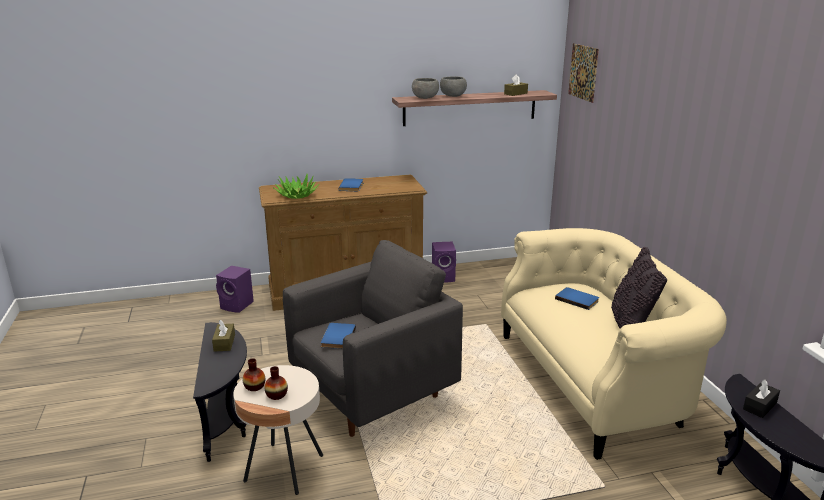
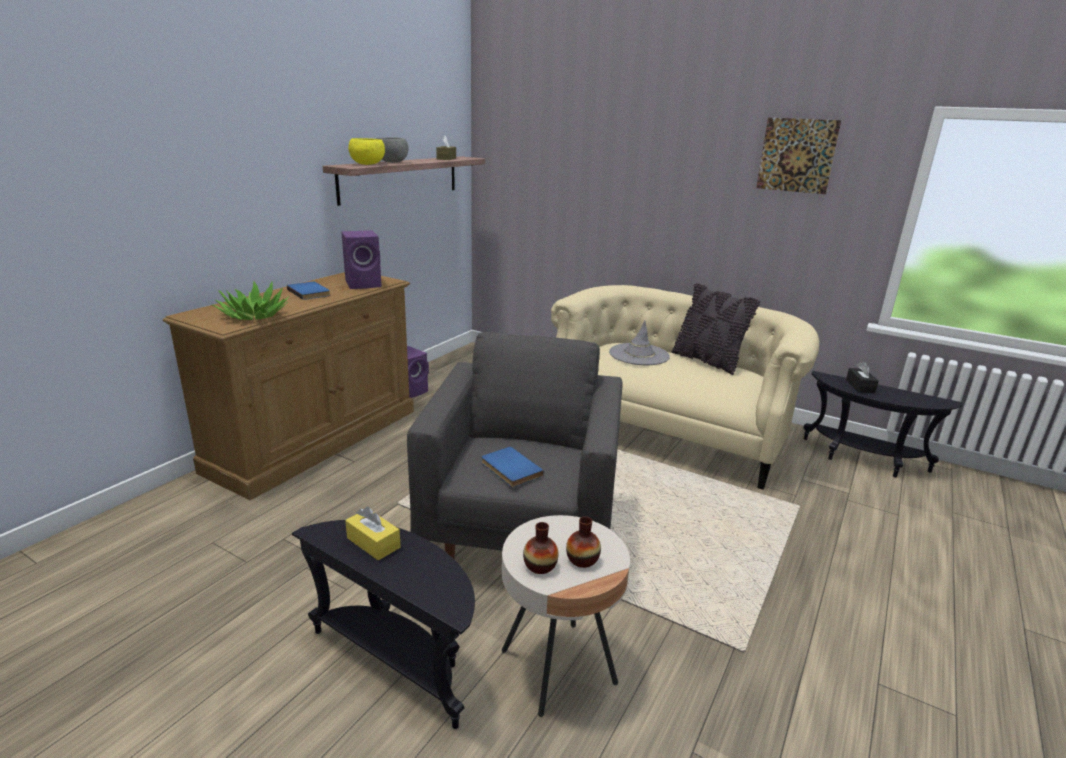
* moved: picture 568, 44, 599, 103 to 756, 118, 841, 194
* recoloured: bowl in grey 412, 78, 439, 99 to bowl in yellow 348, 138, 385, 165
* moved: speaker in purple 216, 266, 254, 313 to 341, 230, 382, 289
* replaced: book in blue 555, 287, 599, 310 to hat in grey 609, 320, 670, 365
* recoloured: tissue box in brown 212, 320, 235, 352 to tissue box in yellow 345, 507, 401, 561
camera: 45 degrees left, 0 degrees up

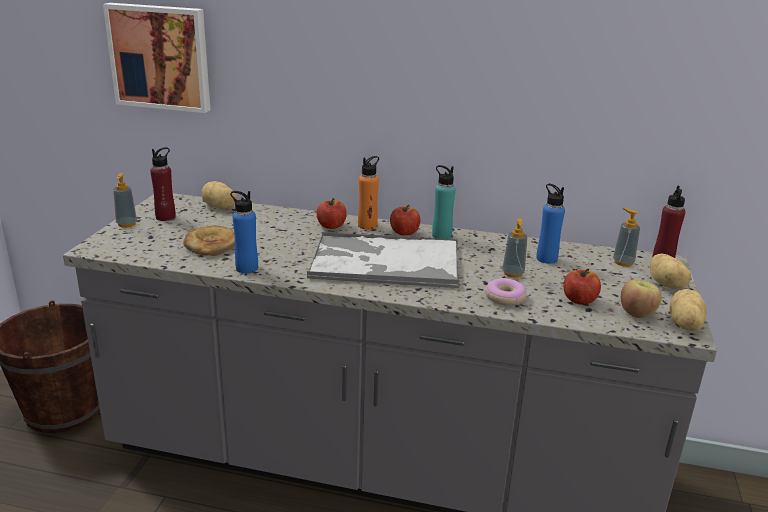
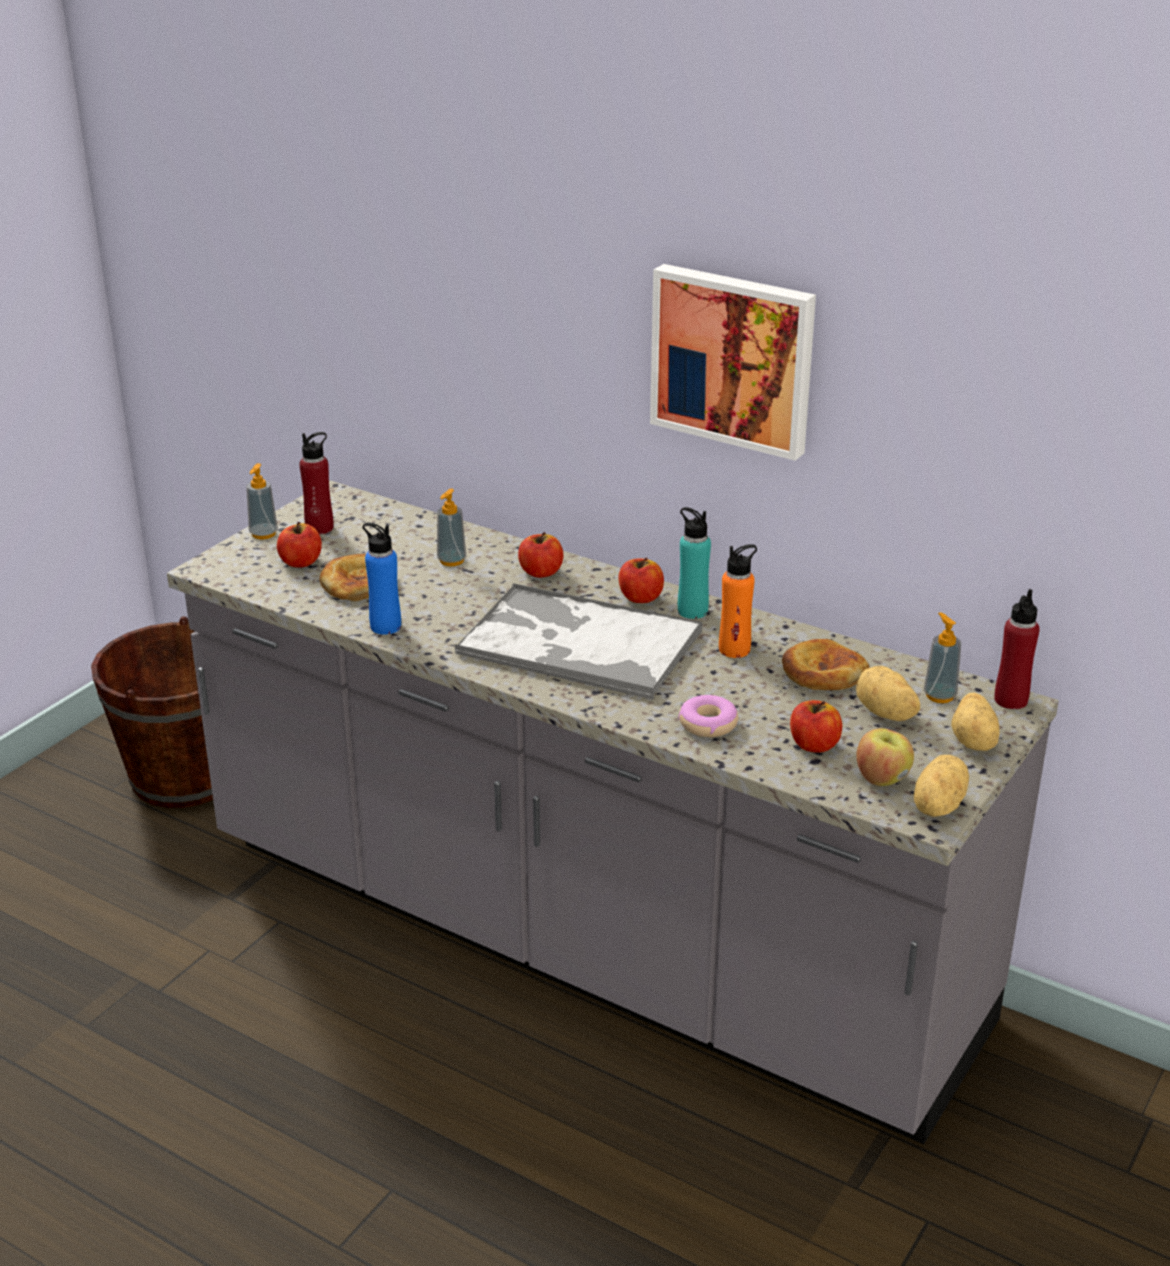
* moved: picture 103, 3, 210, 113 to 650, 264, 816, 461
* moved: bottle in orange 358, 156, 379, 230 to 719, 544, 757, 658
* moved: potato 201, 181, 237, 209 to 856, 666, 920, 721
* replaced: bottle in blue 536, 184, 565, 264 to bread 782, 639, 869, 690
* moved: soap dispenser 502, 218, 528, 278 to 437, 489, 466, 566
* added: apple 277, 522, 322, 568
camera: 20 degrees right, 5 degrees up

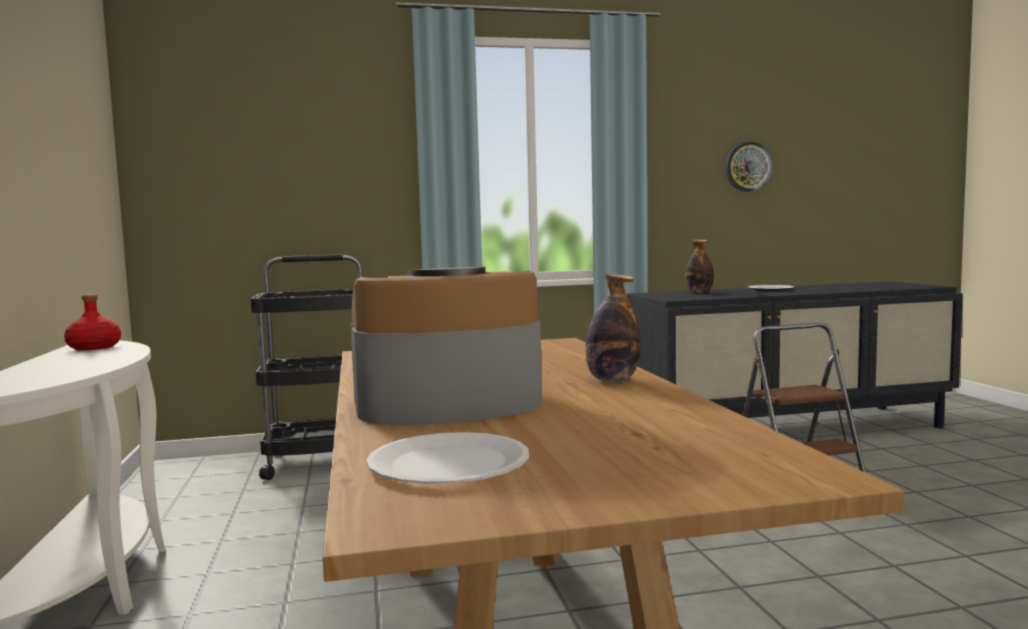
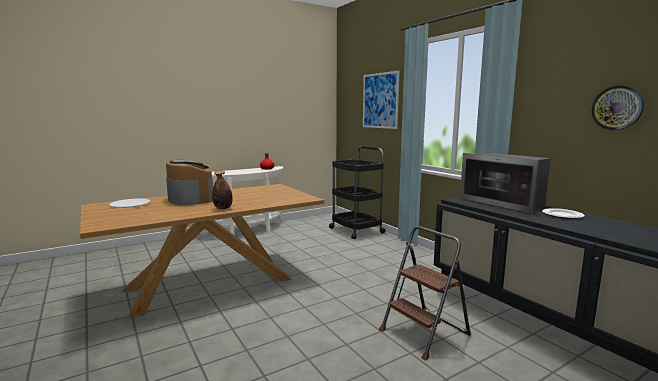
* replaced: bottle 685, 239, 714, 294 to microwave 460, 153, 551, 214
* added: picture 363, 70, 399, 129
camera: 70 degrees right, 5 degrees up

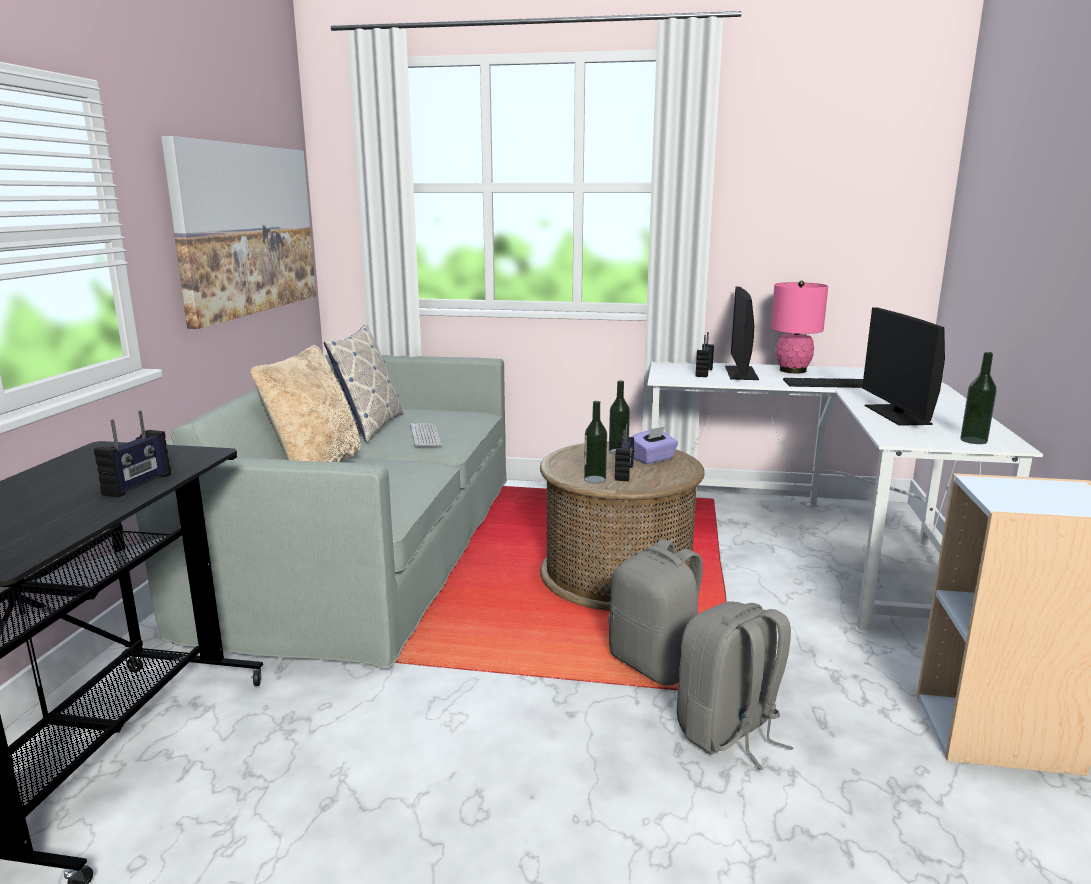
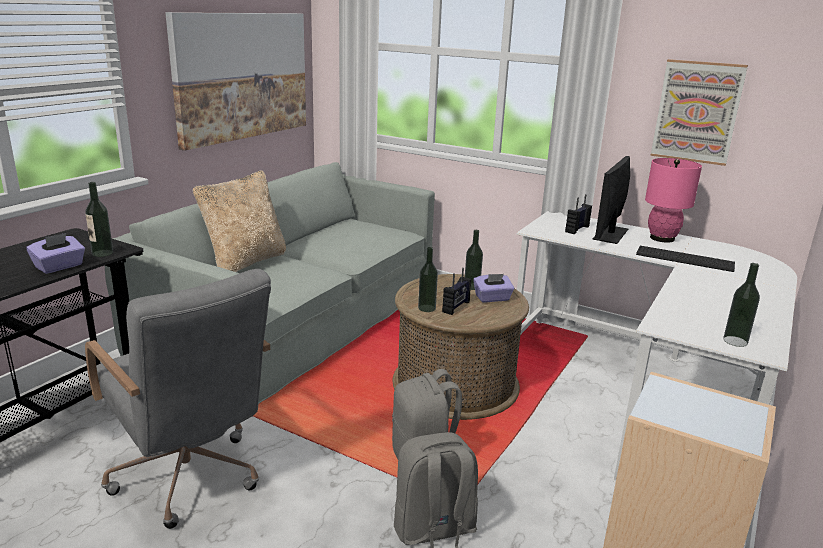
* removed: monitor 862, 307, 945, 426
* removed: pillow 323, 324, 403, 442
* replaced: radio 94, 411, 171, 498 to tissue box in purple 26, 233, 85, 274
* removed: keyboard 410, 423, 442, 446
* added: picture 650, 59, 748, 166
* added: bottle 85, 182, 113, 257
* added: office chair in grey 85, 269, 271, 529
camera: 20 degrees right, 5 degrees up

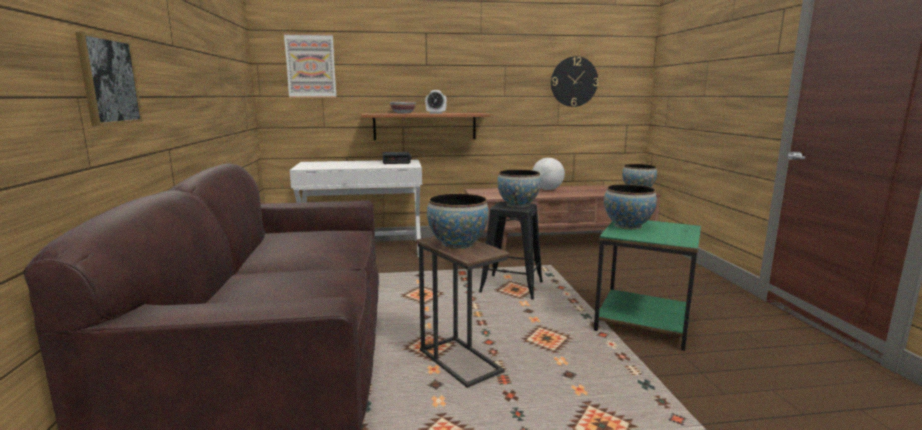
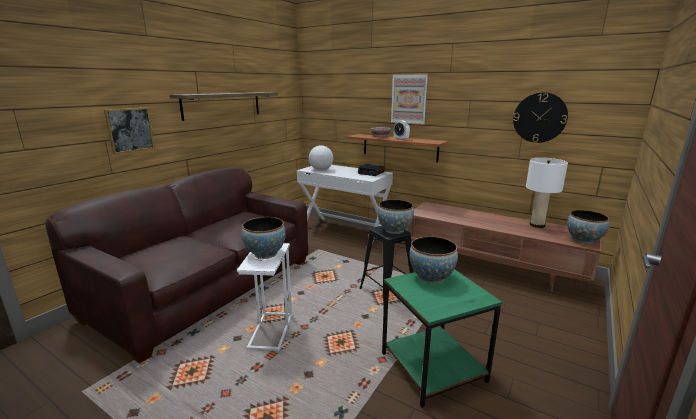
* moved: picture 284, 33, 337, 98 to 391, 73, 428, 125
* moved: globe 533, 158, 565, 190 to 309, 145, 333, 170
* recoloured: side table in brown 416, 236, 509, 388 to side table in white 237, 243, 293, 351
* added: shelf 170, 92, 278, 121
* added: table lamp in white 526, 158, 568, 228
camera: 40 degrees right, 5 degrees up

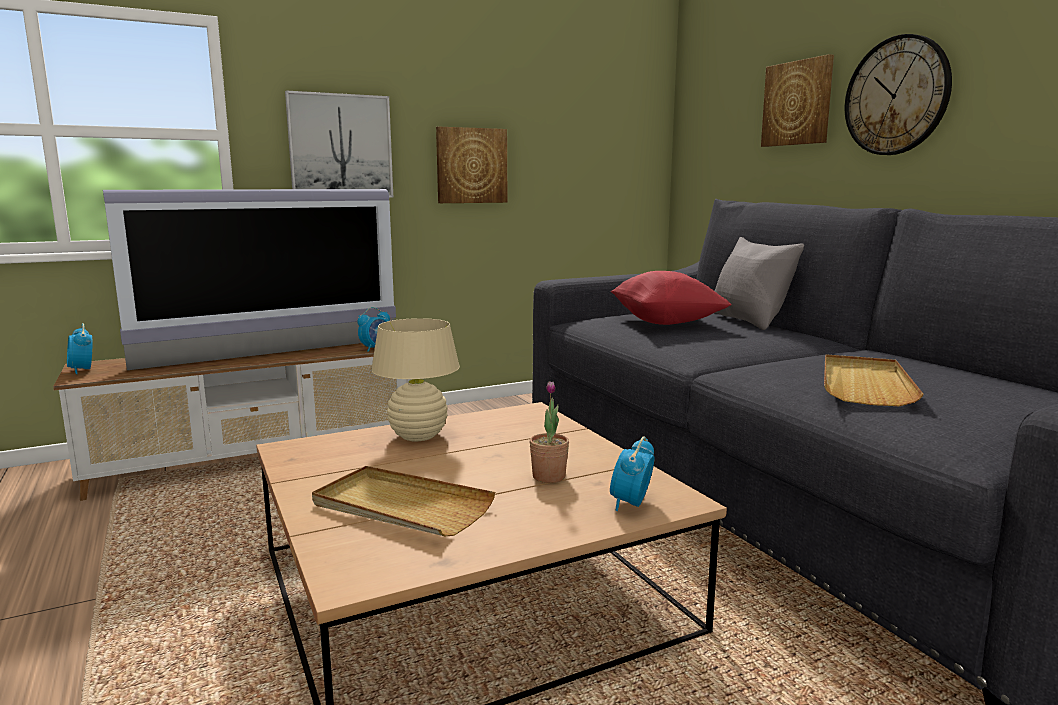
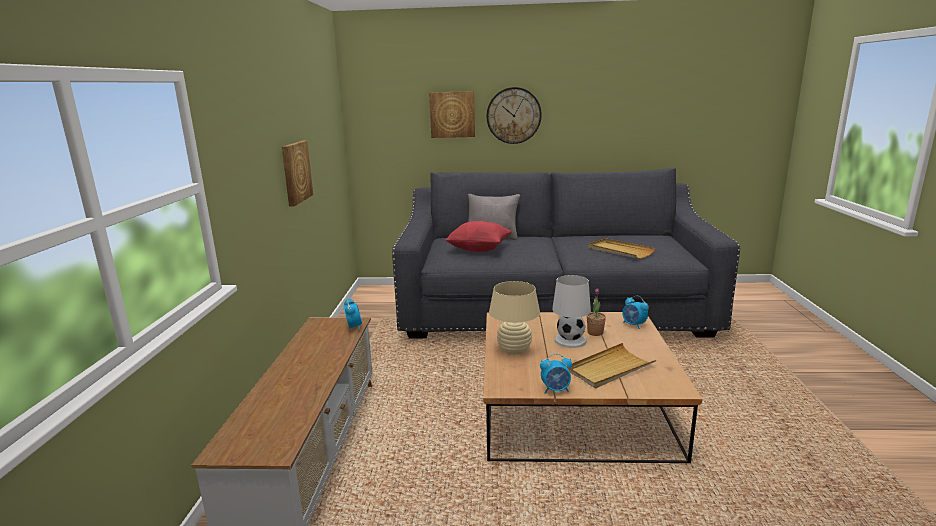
* removed: picture 285, 90, 393, 197
* removed: television 103, 189, 396, 370
* moved: alarm clock 67, 323, 92, 374 to 540, 353, 572, 393
* added: table lamp in white 552, 275, 591, 348
camera: 60 degrees left, 5 degrees up

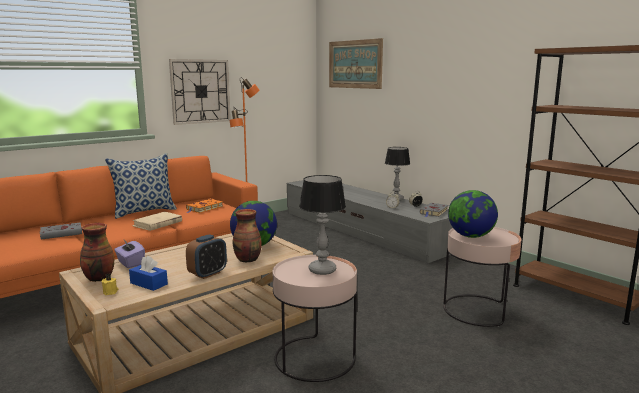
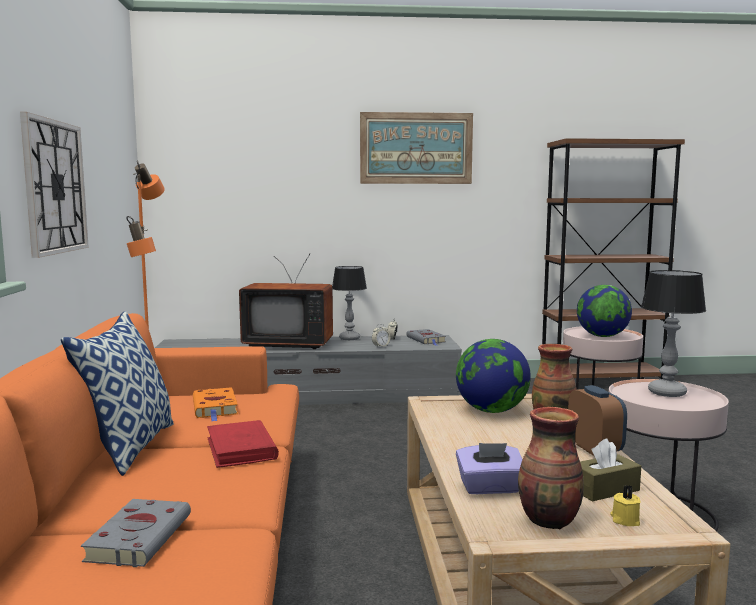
* moved: picture 329, 38, 383, 89 to 360, 112, 473, 184
* recoloured: book in beige 132, 212, 182, 231 to book in red 207, 420, 279, 468
* recoloured: tissue box in blue 129, 256, 168, 291 to tissue box in brown 580, 438, 641, 501
* added: television 239, 253, 333, 349
camera: 55 degrees left, 5 degrees down

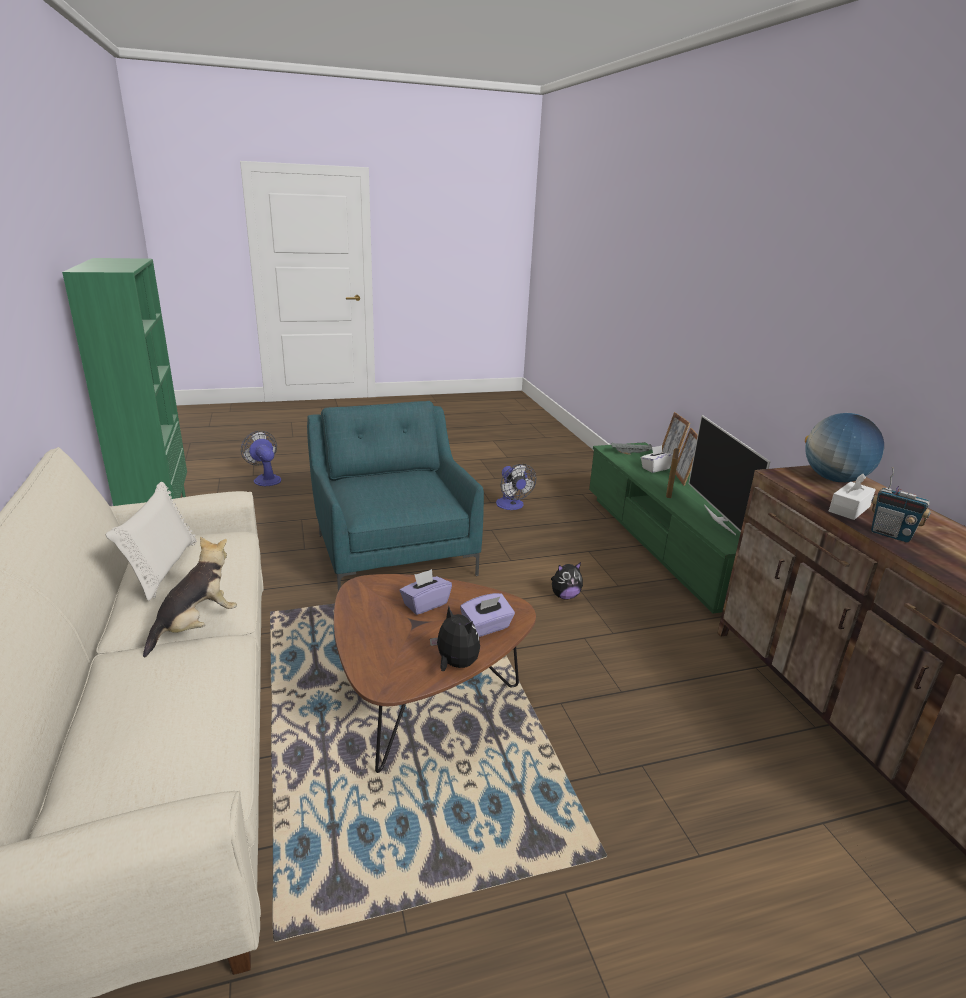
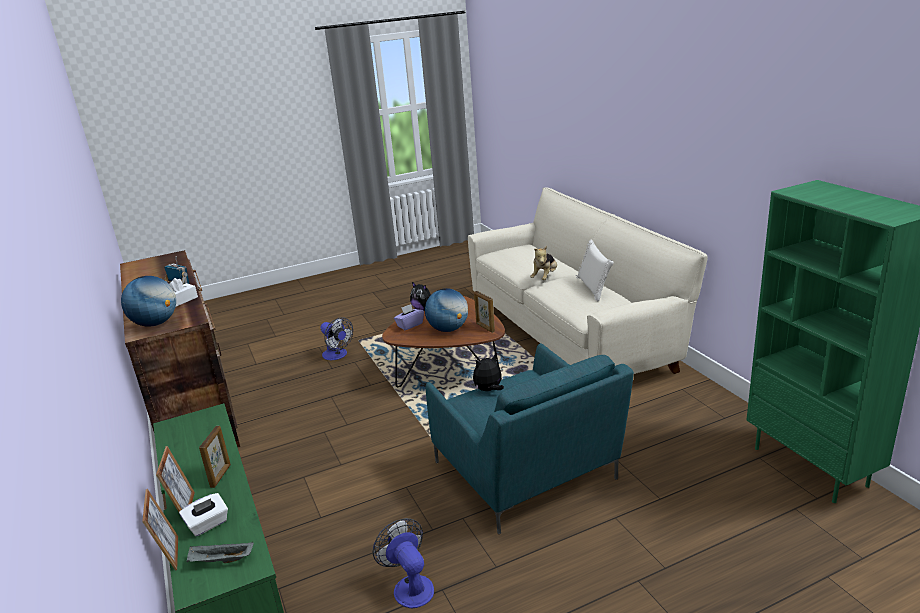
* removed: television 689, 415, 771, 535
* moved: fan 241, 431, 281, 486 to 321, 317, 353, 360
* moved: plush toy 551, 562, 583, 599 to 473, 355, 504, 391
* replaced: tissue box in purple 400, 569, 452, 615 to globe 425, 288, 468, 332
* added: picture frame 474, 291, 495, 333
camera: 175 degrees right, 0 degrees up

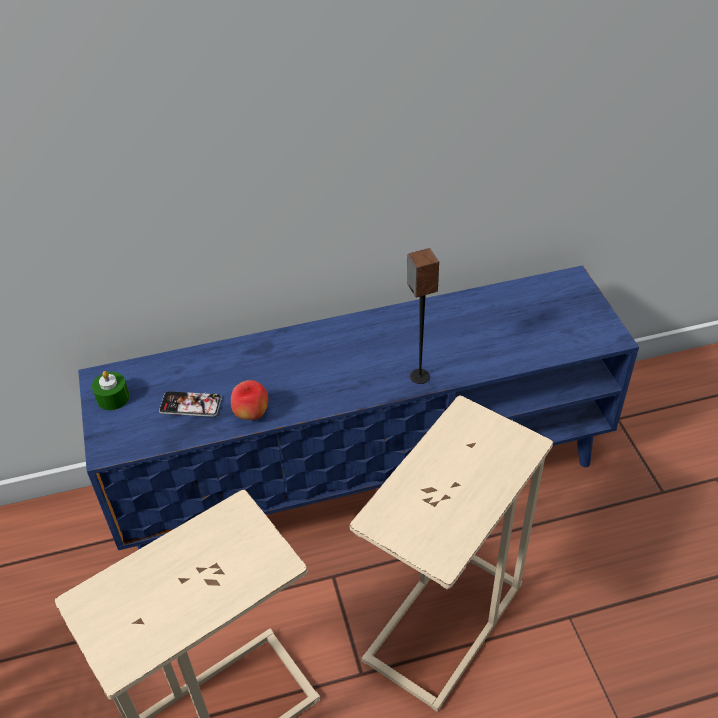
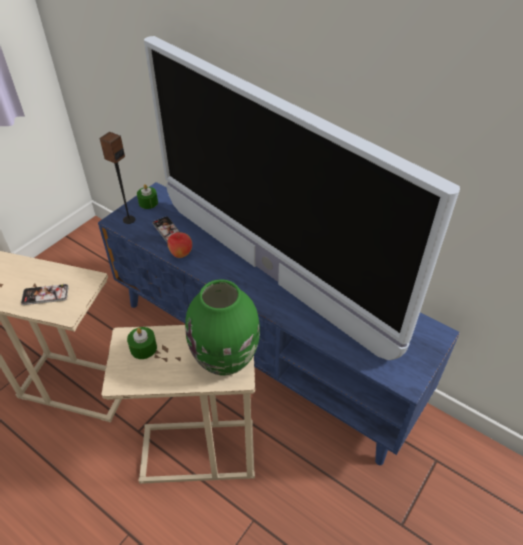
* moved: speaker 407, 248, 439, 384 to 100, 132, 135, 224
* added: television 144, 36, 460, 360
* added: vase in green 185, 279, 260, 375
* added: phone 21, 284, 69, 305
* added: candle in green 127, 327, 157, 359
camera: 50 degrees right, 0 degrees up

